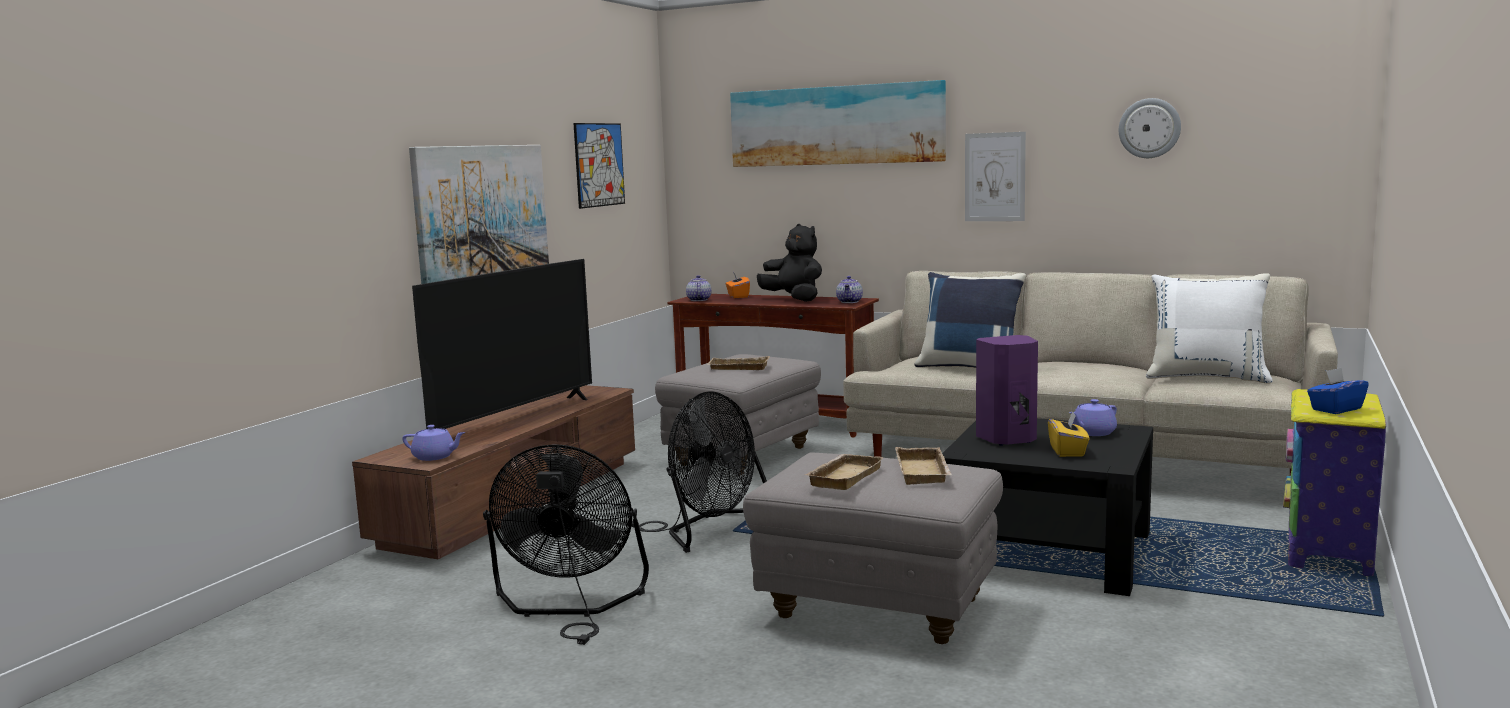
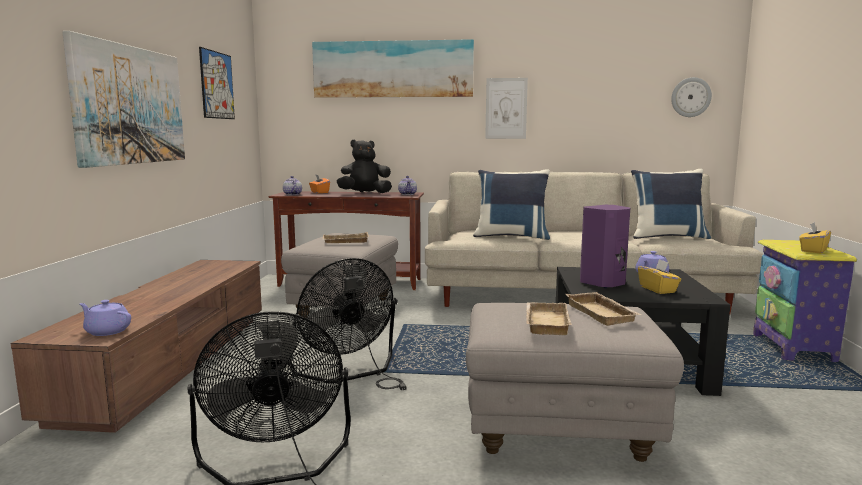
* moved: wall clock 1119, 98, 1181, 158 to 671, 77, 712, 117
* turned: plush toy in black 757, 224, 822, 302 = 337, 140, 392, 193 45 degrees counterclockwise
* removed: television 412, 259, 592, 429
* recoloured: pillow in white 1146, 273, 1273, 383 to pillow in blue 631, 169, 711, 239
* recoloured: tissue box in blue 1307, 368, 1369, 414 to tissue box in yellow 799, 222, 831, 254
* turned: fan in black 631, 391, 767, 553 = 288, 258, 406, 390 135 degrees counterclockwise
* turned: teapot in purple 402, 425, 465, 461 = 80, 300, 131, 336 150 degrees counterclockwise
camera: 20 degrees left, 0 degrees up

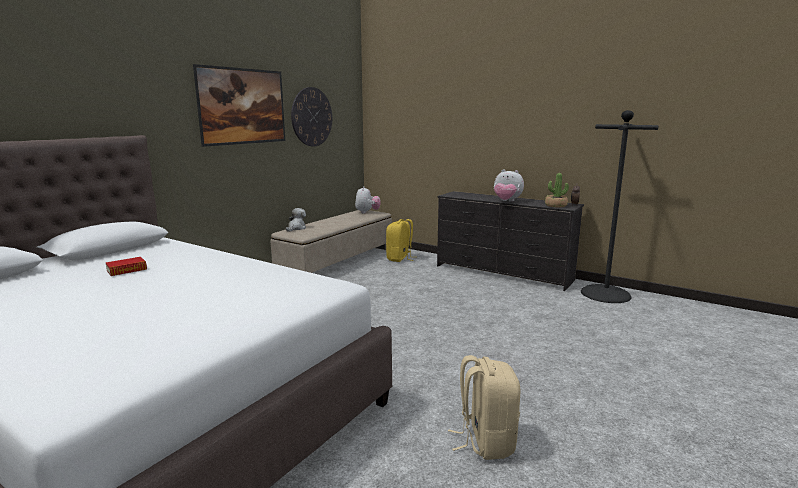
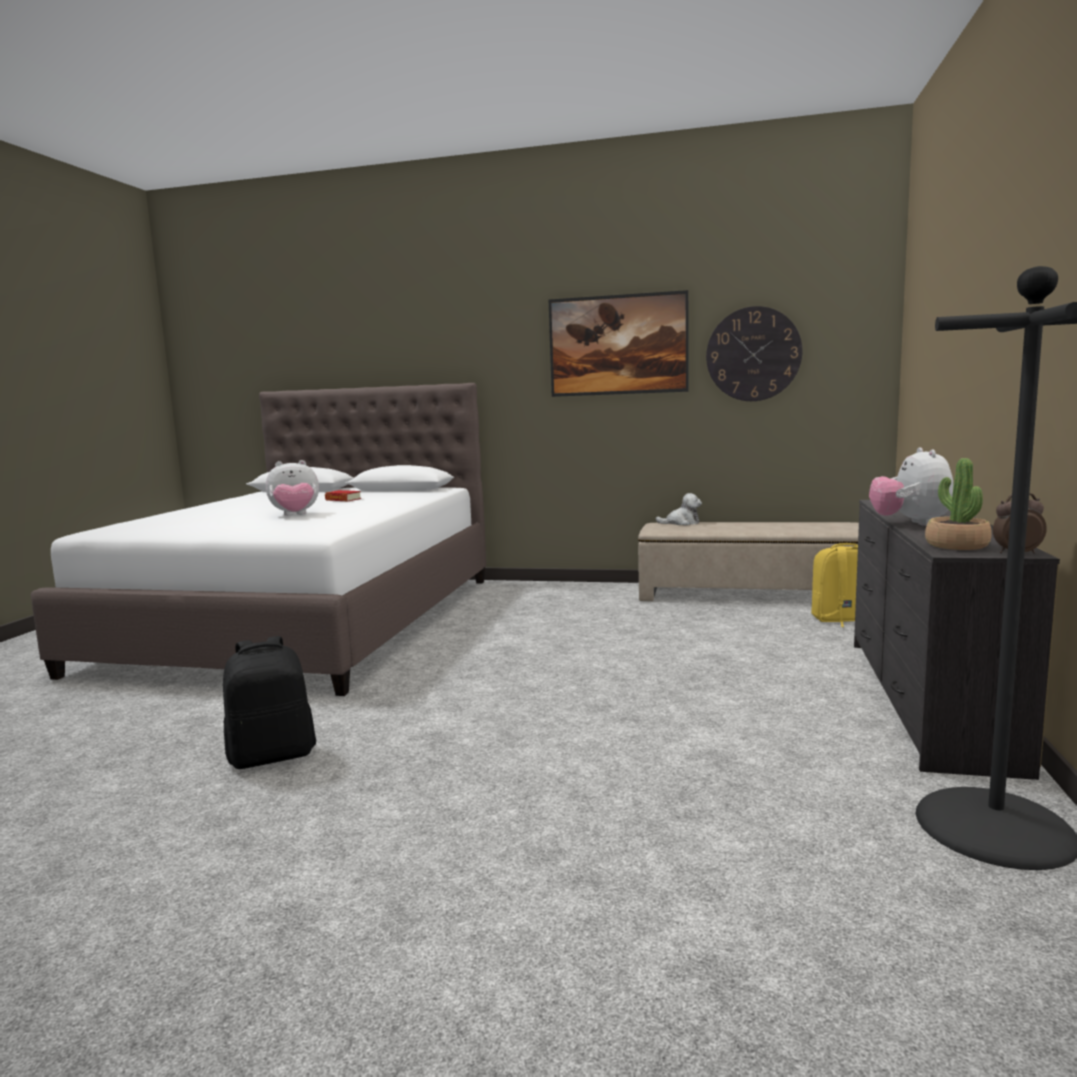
* moved: plush toy 355, 186, 381, 214 to 266, 460, 319, 516
* recoloured: backpack in beige 448, 355, 520, 460 to backpack in black 223, 636, 316, 769
camera: 70 degrees right, 5 degrees down

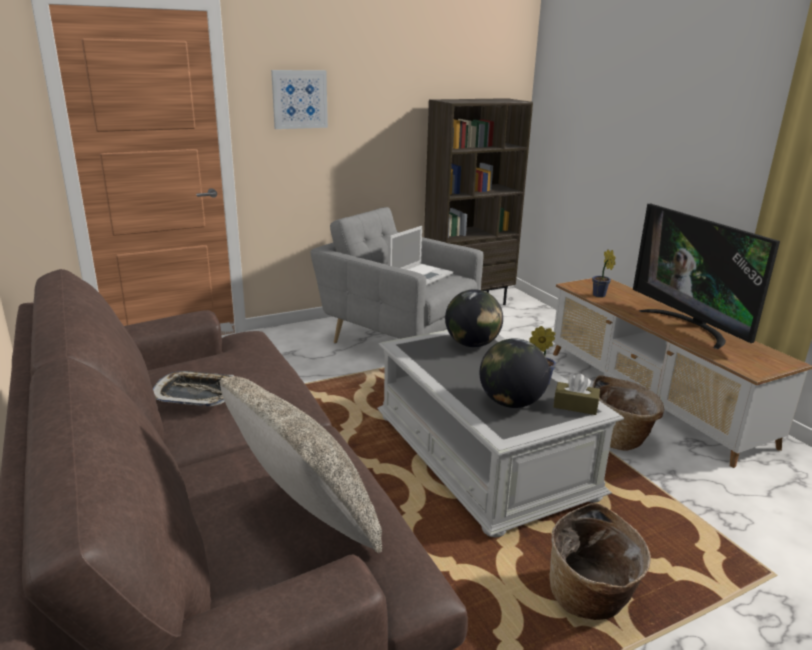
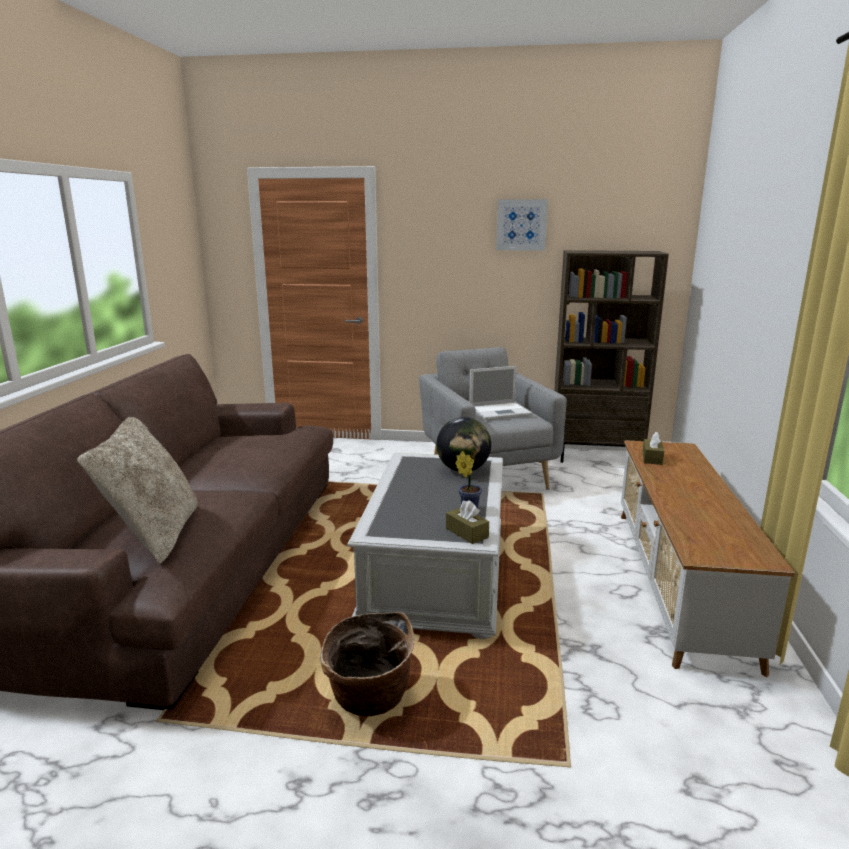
* moved: picture 271, 70, 328, 129 to 496, 199, 548, 251
* removed: television 633, 204, 780, 349
* replaced: potted plant 592, 250, 616, 298 to tissue box in brown 643, 432, 664, 465
* removed: globe 479, 338, 550, 408
* removed: tray 153, 371, 234, 406
* removed: basket 592, 375, 664, 451
camera: 35 degrees right, 5 degrees down

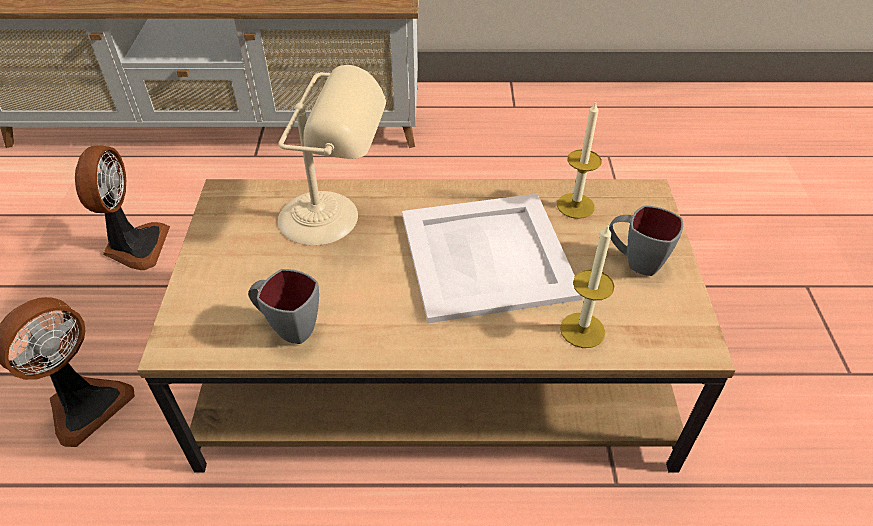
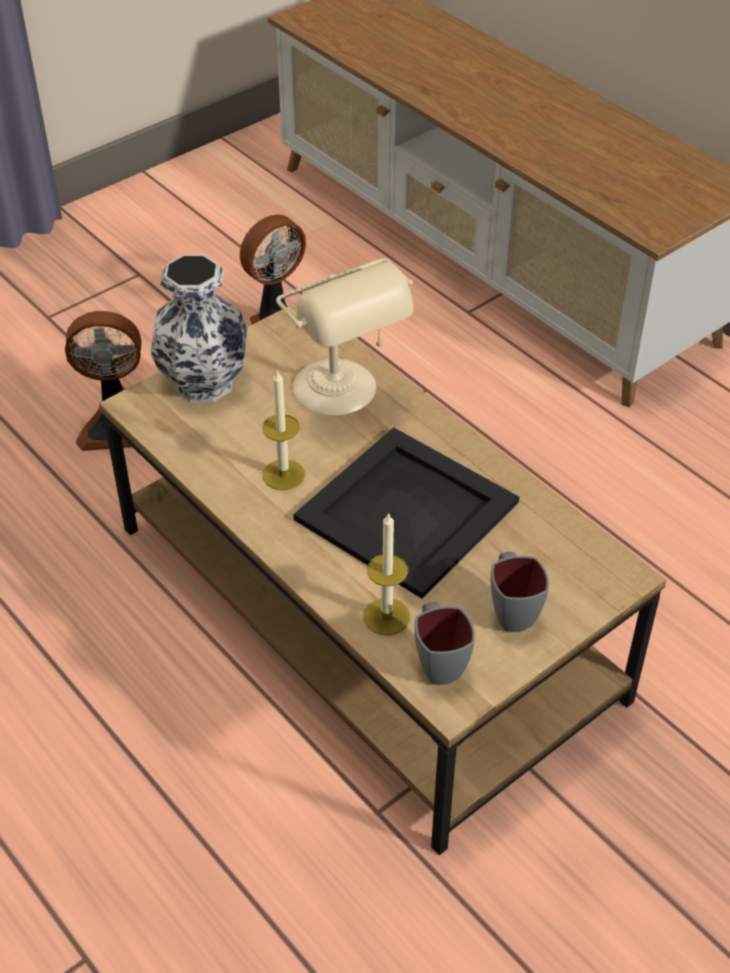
* moved: candle 557, 101, 602, 219 to 262, 370, 305, 490
* recoloured: tray in white 402, 193, 583, 323 to tray in black 293, 427, 519, 599
* moved: mug in grey 248, 269, 319, 344 to 415, 602, 475, 685
* added: vase 150, 255, 247, 402
camera: 50 degrees right, 0 degrees up

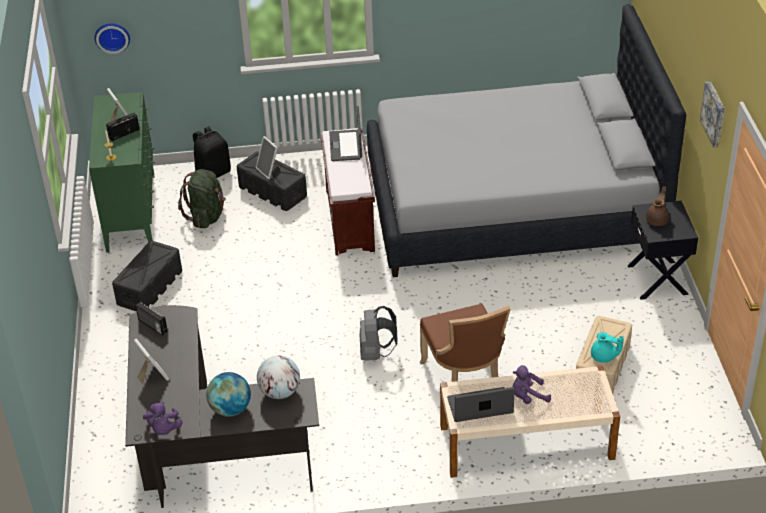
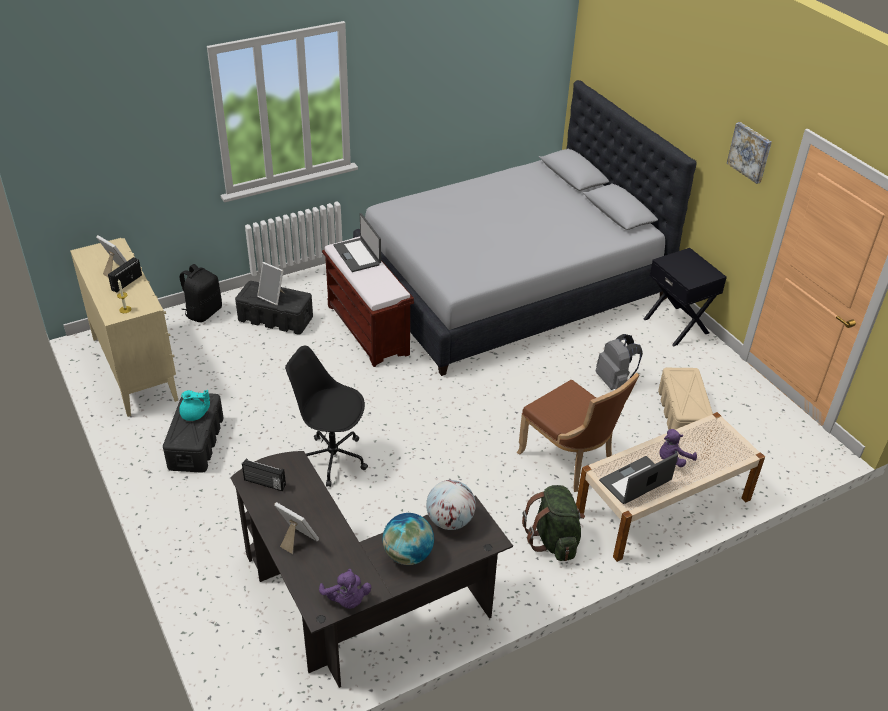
* removed: wall clock 95, 23, 130, 54
* recoloured: dresser in green 89, 92, 155, 253 to dresser in beige 70, 238, 178, 417
* moved: backpack in green 178, 169, 226, 228 to 522, 485, 585, 561
* removed: teapot in brown 646, 186, 669, 226
* moved: backpack in grey 360, 306, 397, 361 to 596, 334, 643, 390
* moved: teapot in turquoise 591, 332, 624, 363 to 179, 390, 210, 421
* added: office chair in black 285, 346, 368, 487
camera: 25 degrees left, 0 degrees up

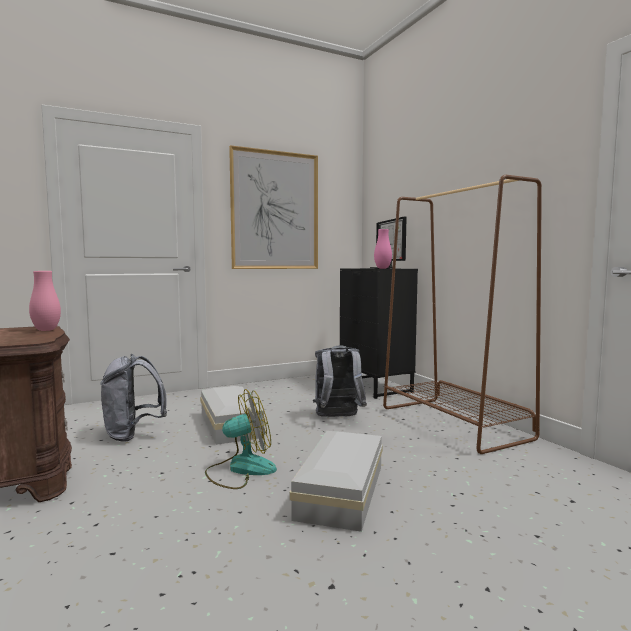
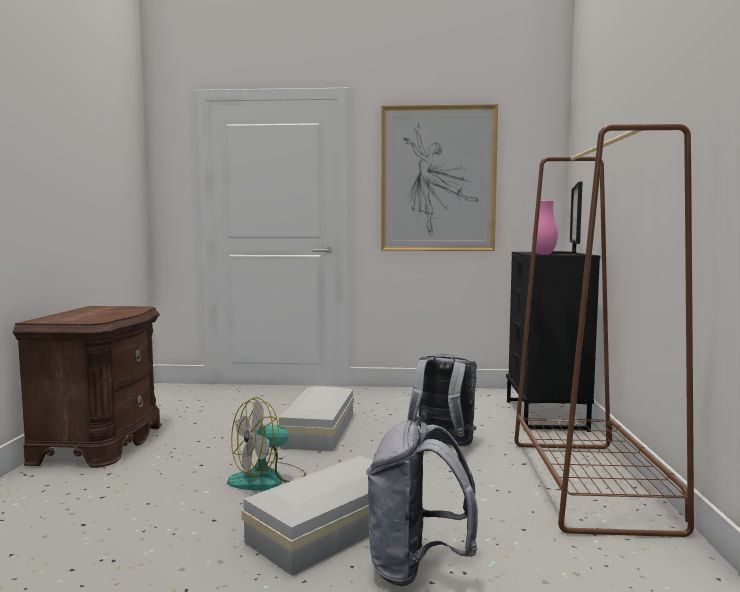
* removed: vase in pink 29, 271, 61, 331
* moved: backpack in grey 100, 354, 167, 441 to 366, 421, 478, 586
* turned: fan 205, 389, 277, 489 = 227, 397, 306, 491 135 degrees clockwise
camera: 30 degrees right, 0 degrees up

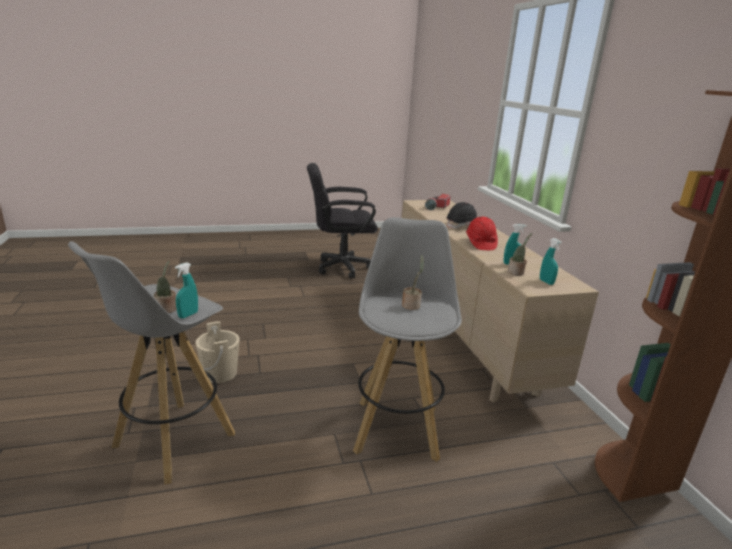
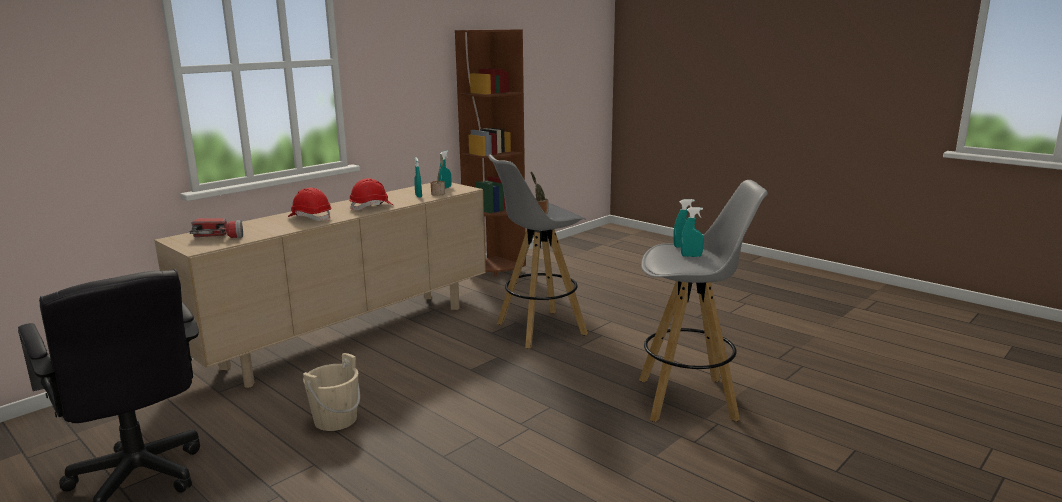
* recoloured: hard hat in black 447, 202, 477, 229 to hard hat in red 288, 188, 332, 221
* replaced: potted plant 154, 261, 177, 313 to spray bottle in turquoise 681, 207, 704, 257
* moved: bucket in beige 195, 321, 240, 383 to 303, 353, 360, 431
camera: 120 degrees left, 5 degrees down

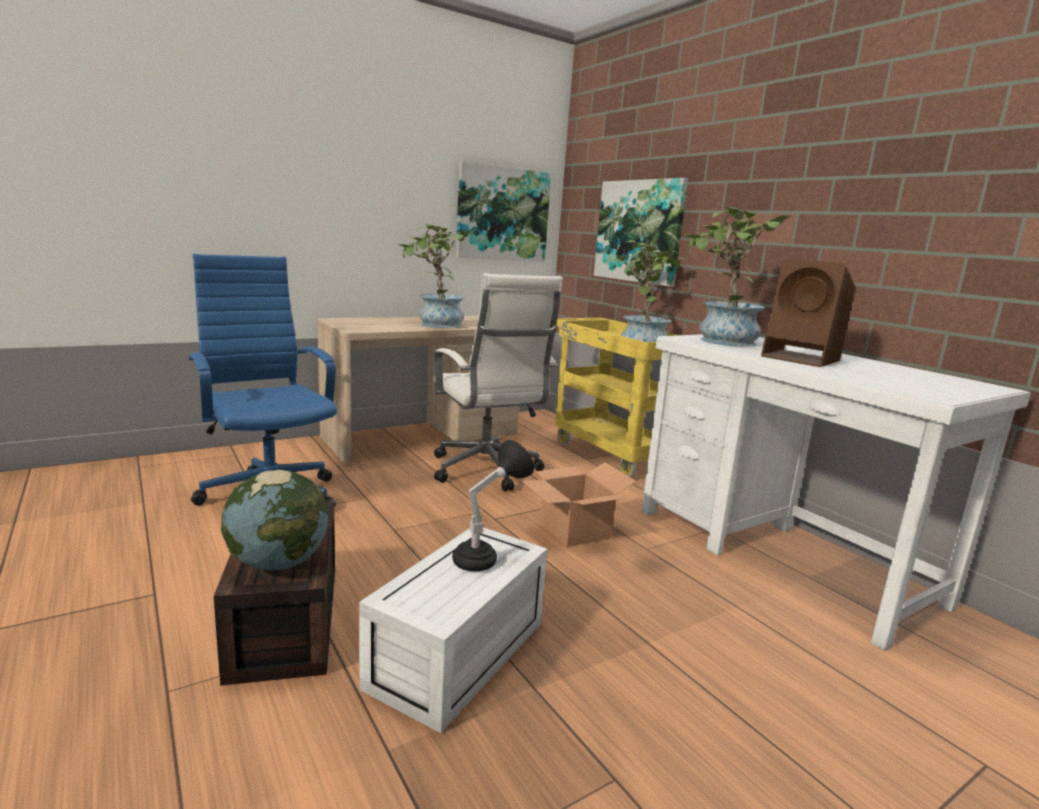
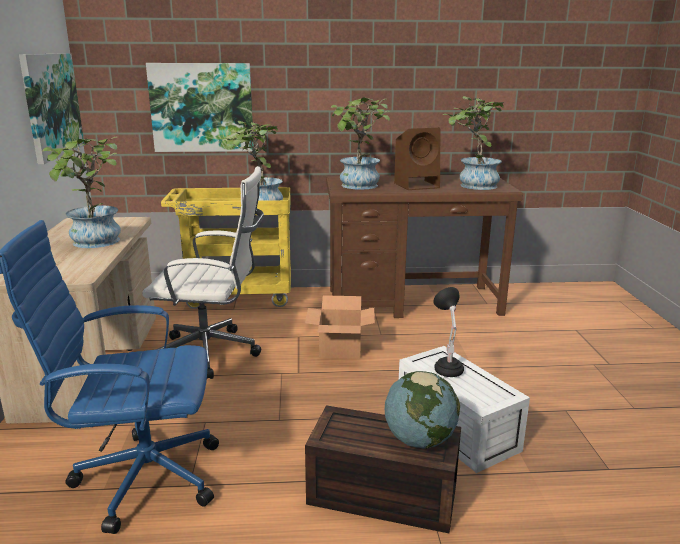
* recoloured: desk in white 642, 334, 1031, 651 to desk in brown 326, 175, 523, 318
* added: potted plant 443, 96, 504, 190
camera: 60 degrees left, 5 degrees up

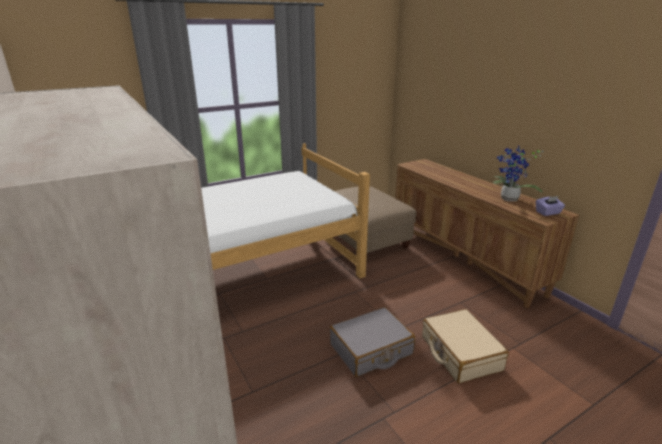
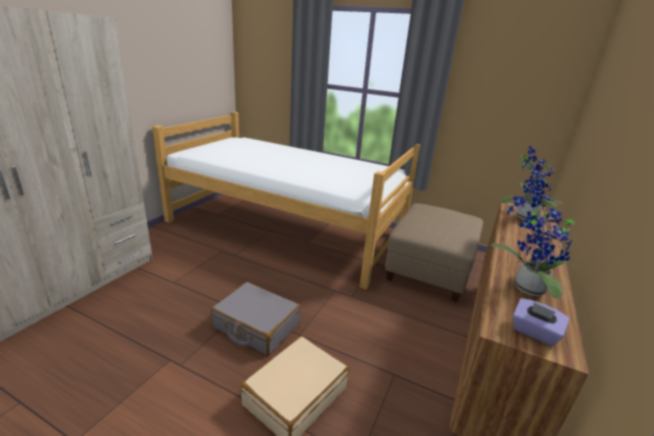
* added: potted plant 501, 146, 562, 220
camera: 55 degrees right, 0 degrees up

